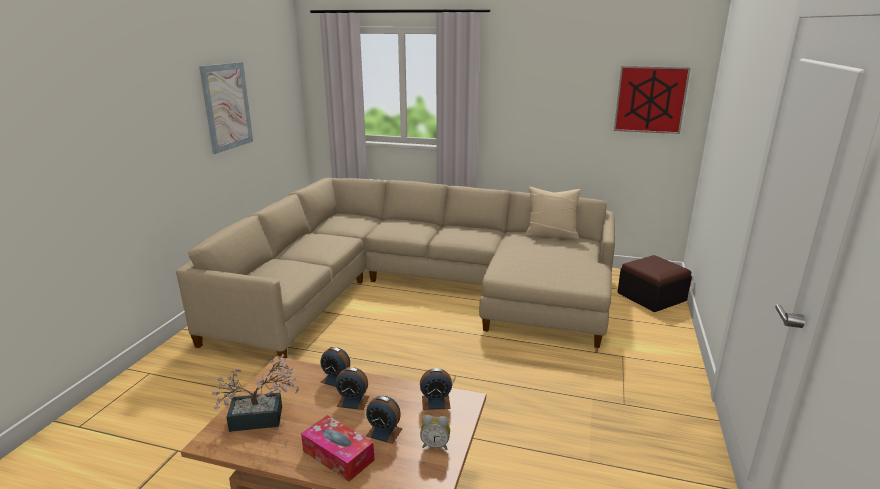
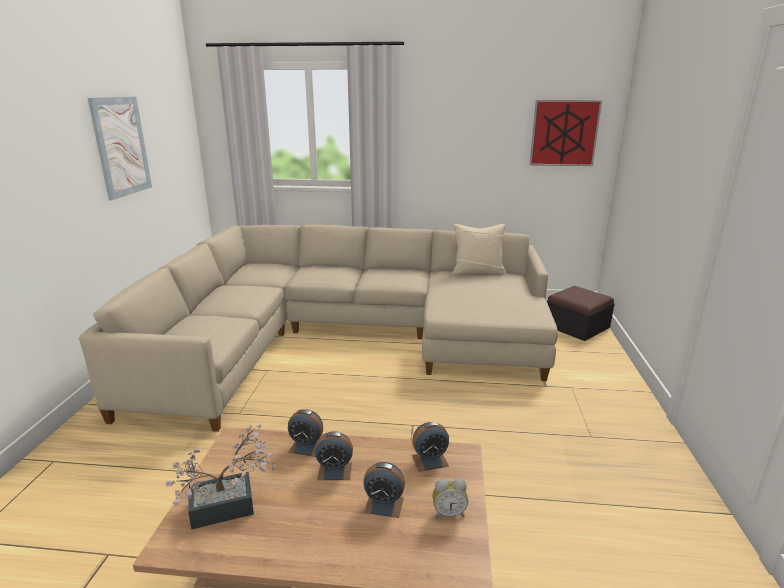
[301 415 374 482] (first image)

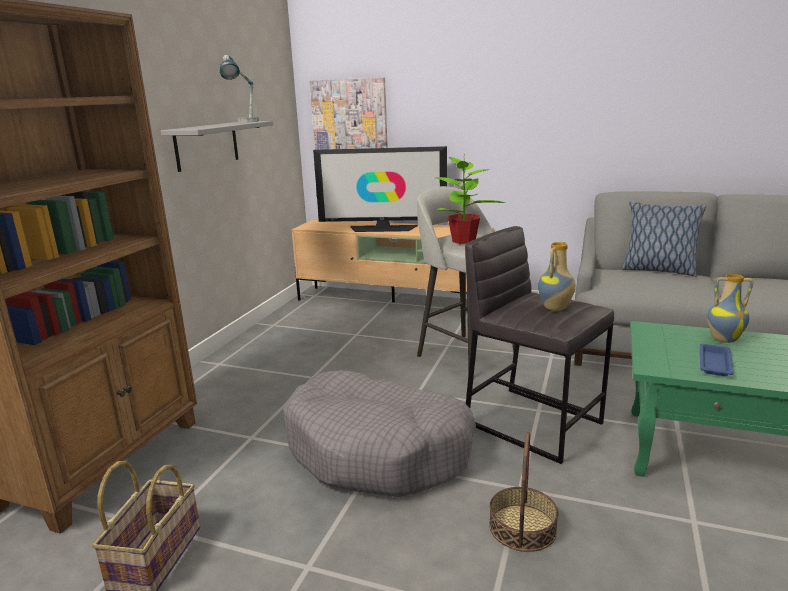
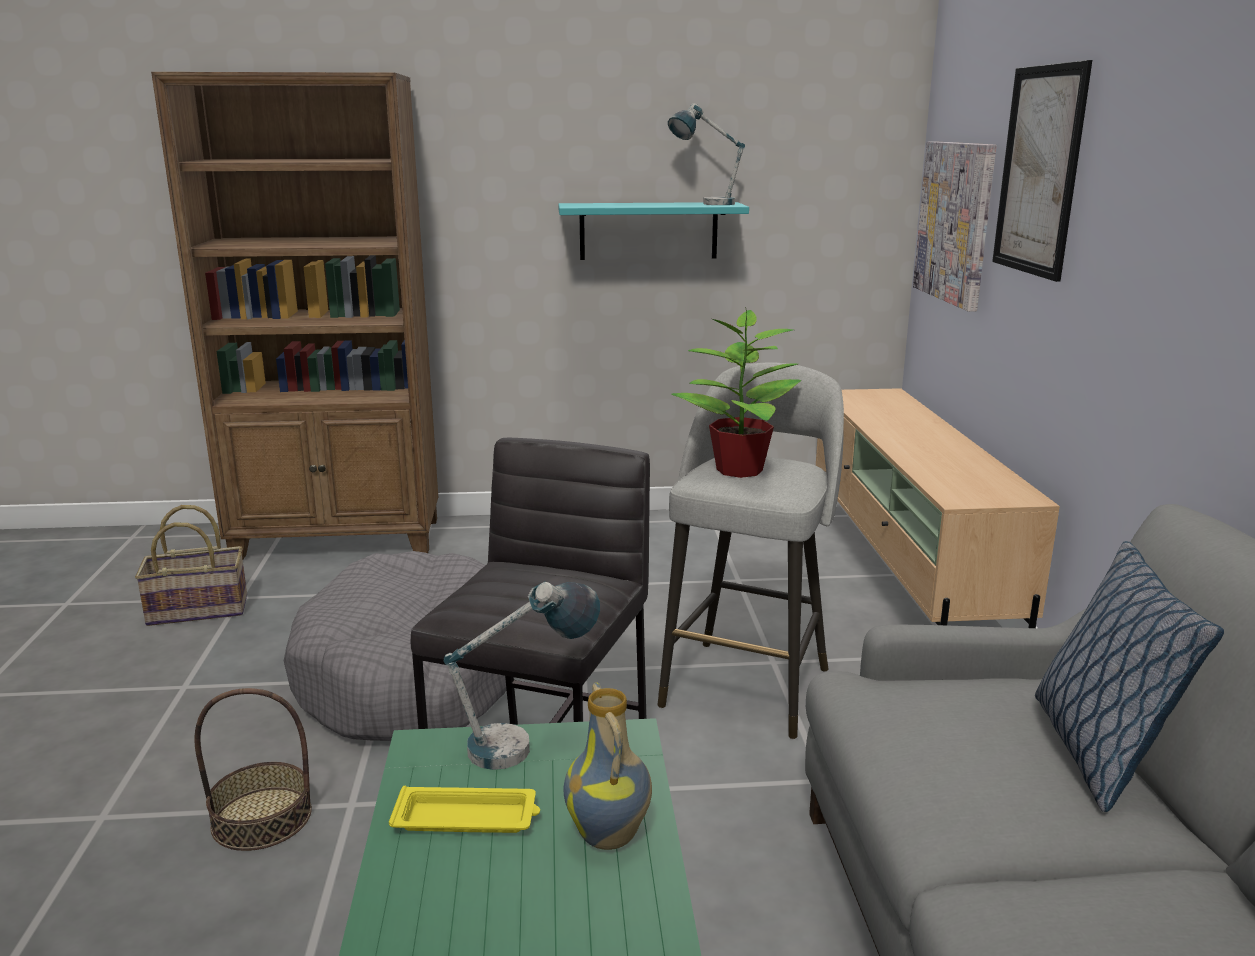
[313 146 447 232] (first image)
[538 242 576 311] (first image)
[444 581 600 770]
[992 60 1092 282]
[558 202 749 260]
[389 786 540 833]

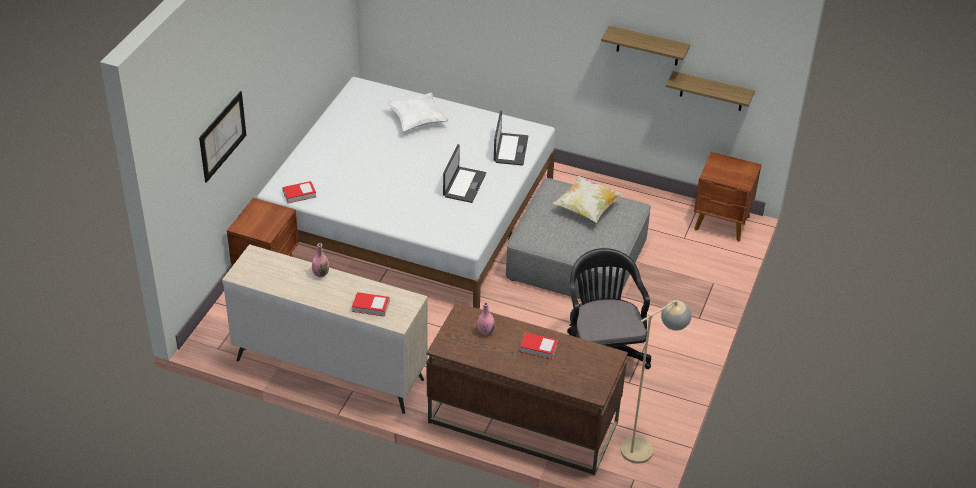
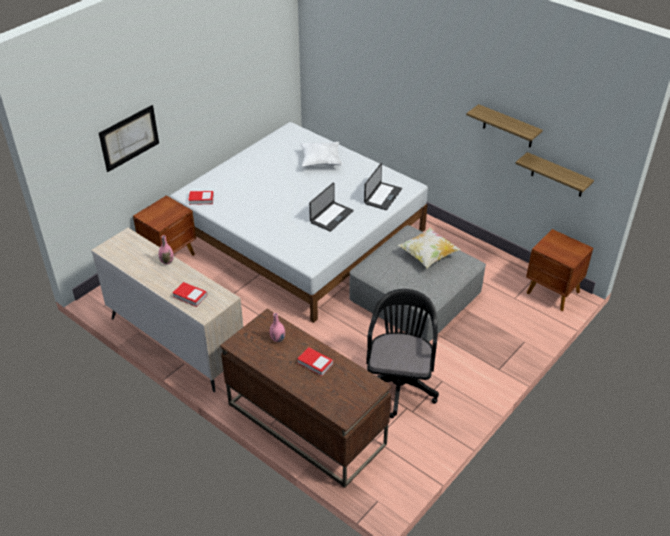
[620 300 692 464] (first image)

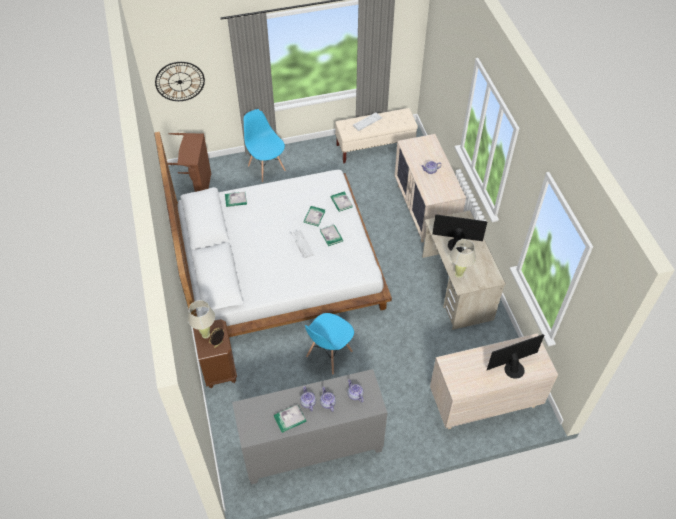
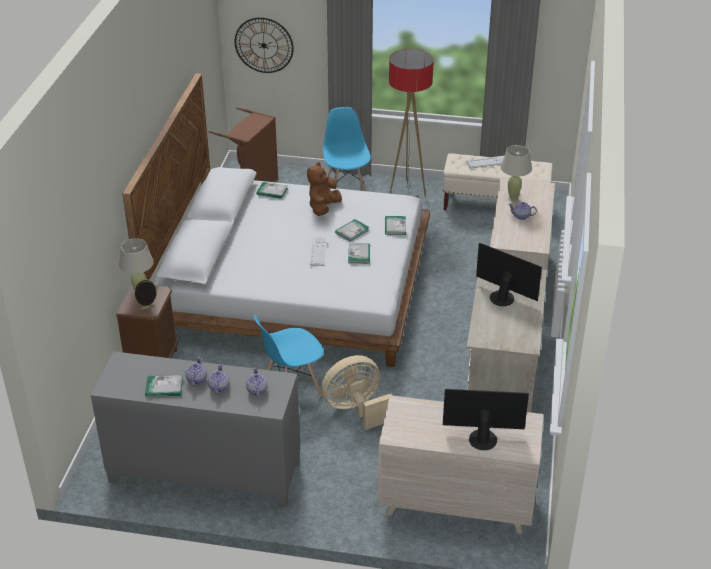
[307 162 342 216]
[321 355 393 430]
[389 49 434 198]
[501 145 532 201]

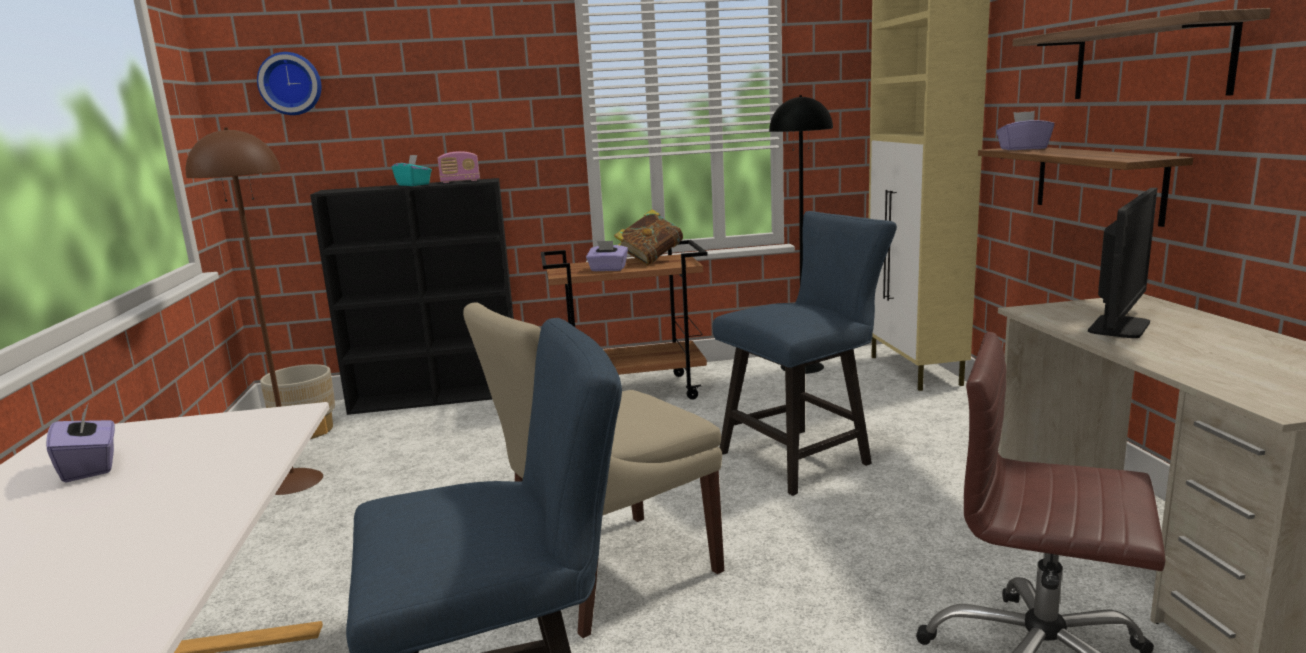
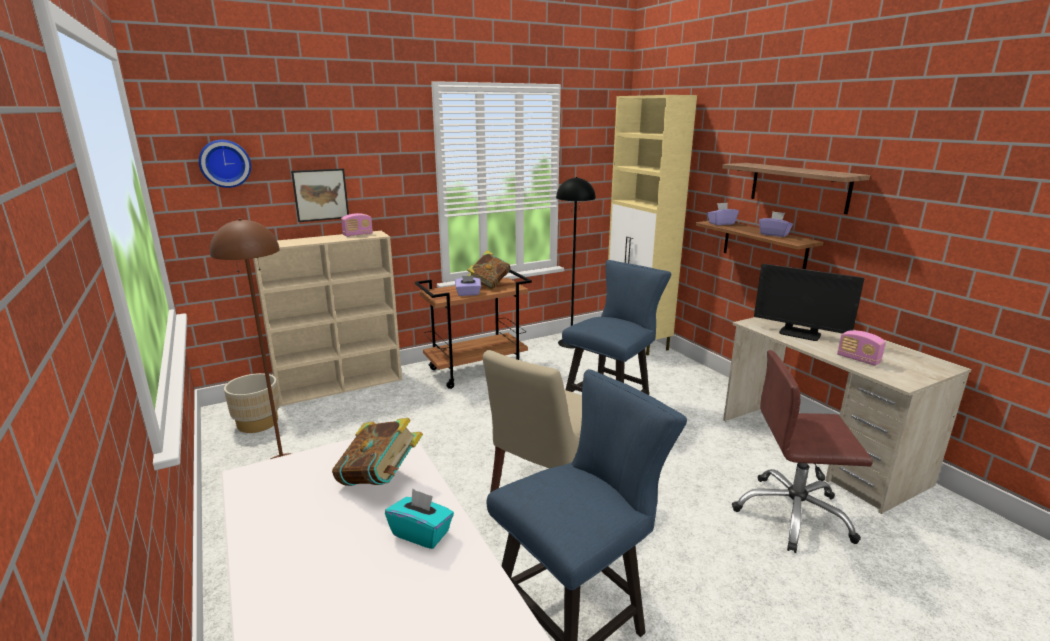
[291 168 349 222]
[332 418 423 486]
[837 330 886 366]
[759 212 793 237]
[385 488 454 549]
[253 231 402 406]
[754 264 864 341]

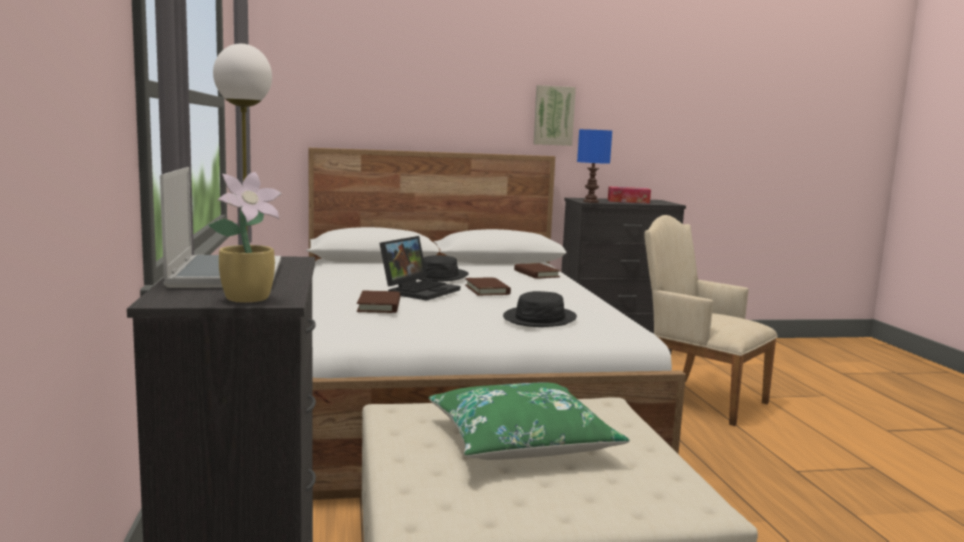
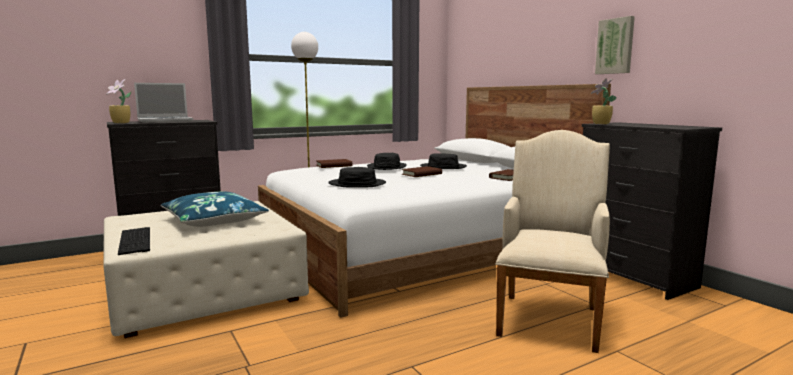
[608 187 651 203] (first image)
[118 227 150 255]
[367 153 407 170]
[591 78 617 124]
[161 192 269 227]

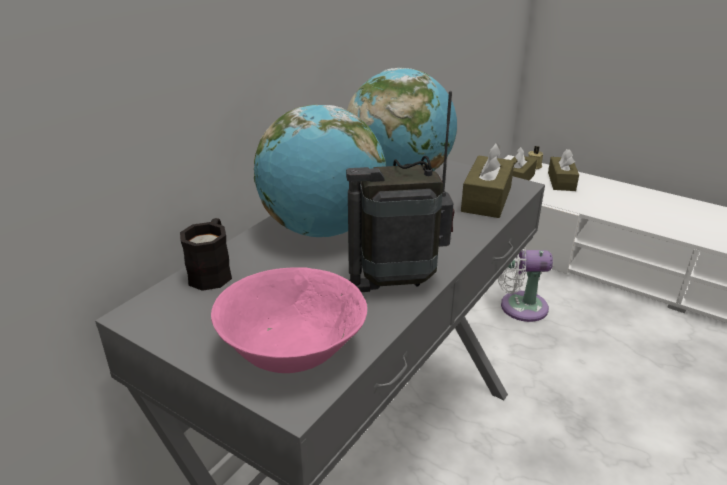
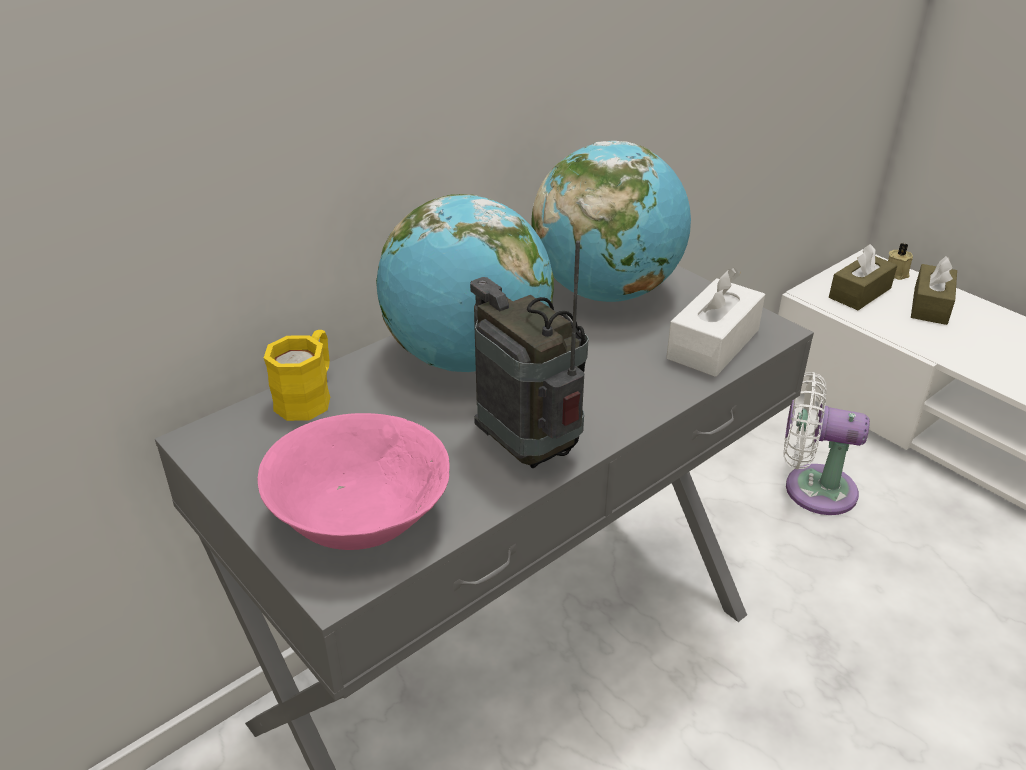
[264 330 330 421]
[666 268 765 377]
[470 240 589 468]

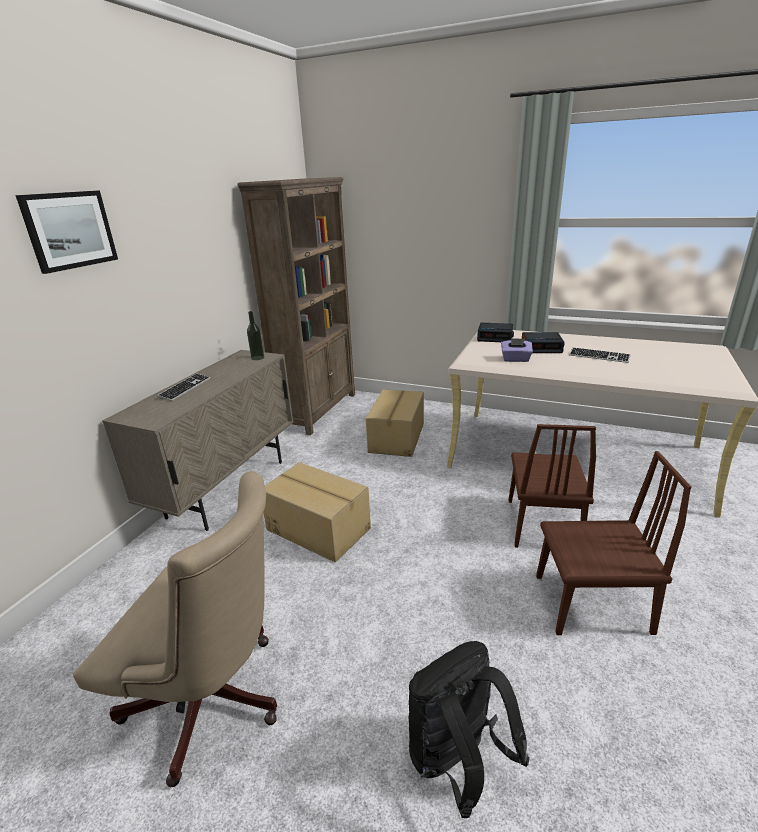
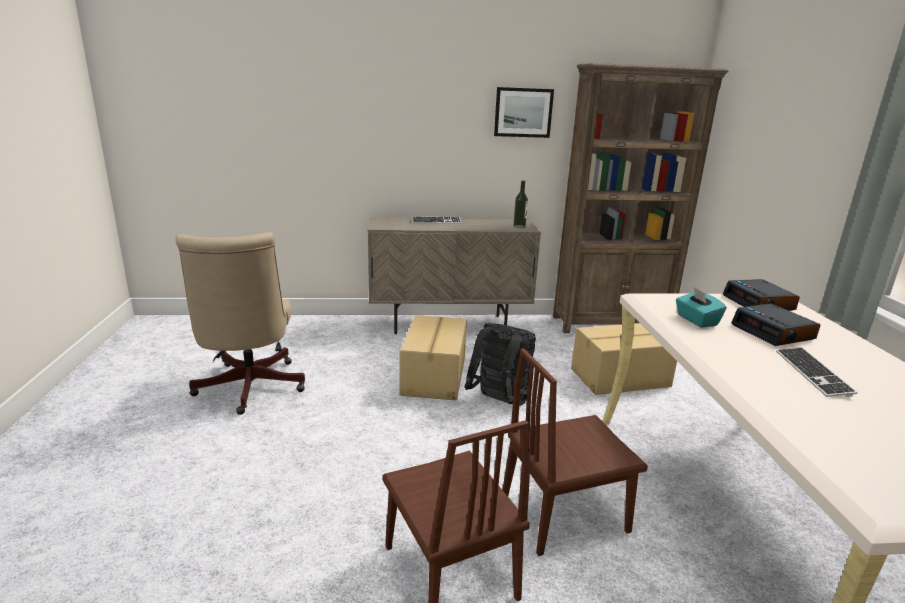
[494 87 554 138]
[465 323 536 405]
[676 287 727 328]

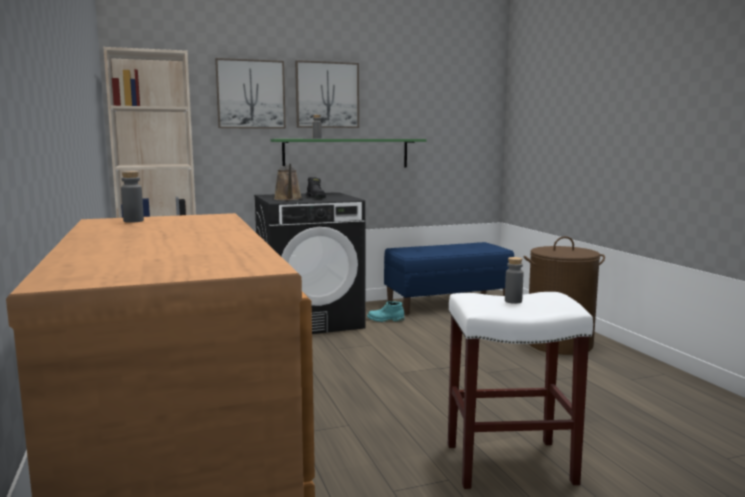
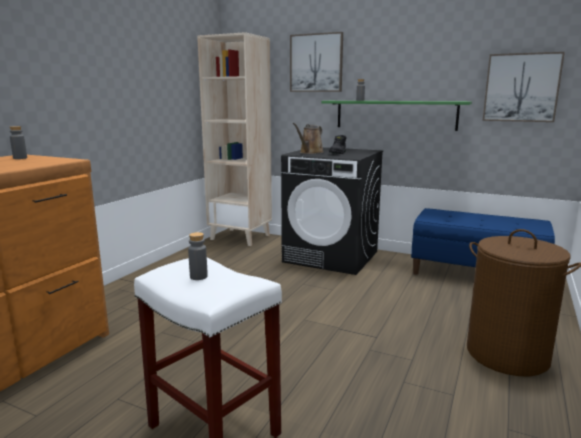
[367 301 404 322] (first image)
[483 52 565 122]

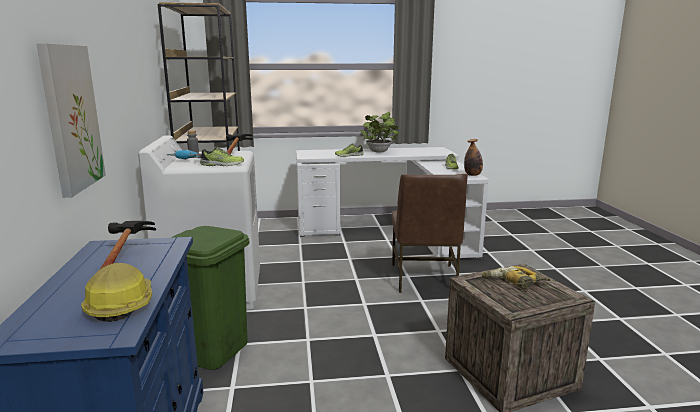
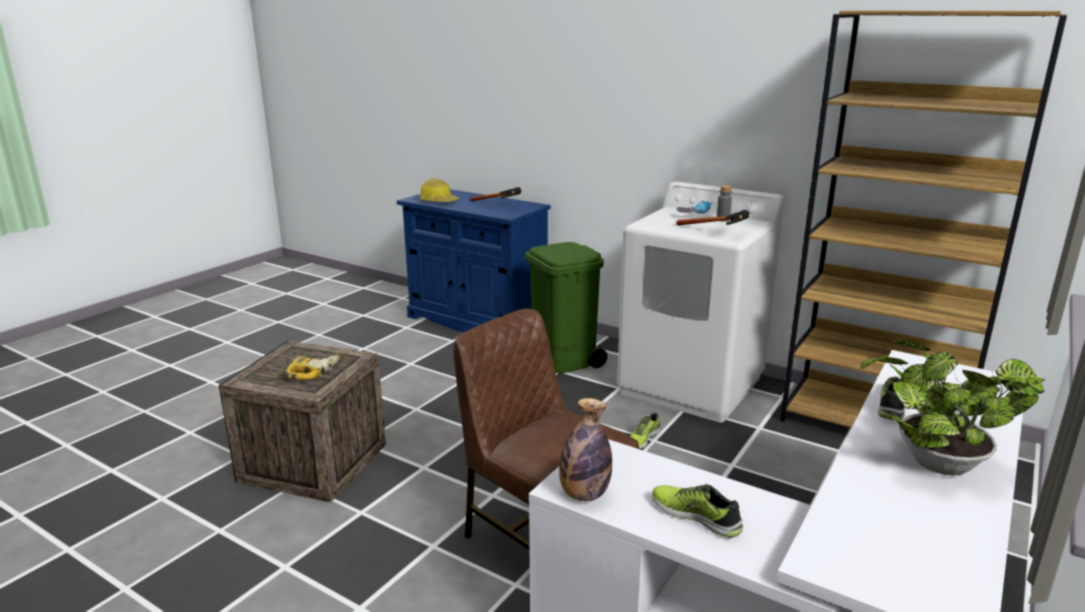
[36 43 106 198] (first image)
[630 413 660 449]

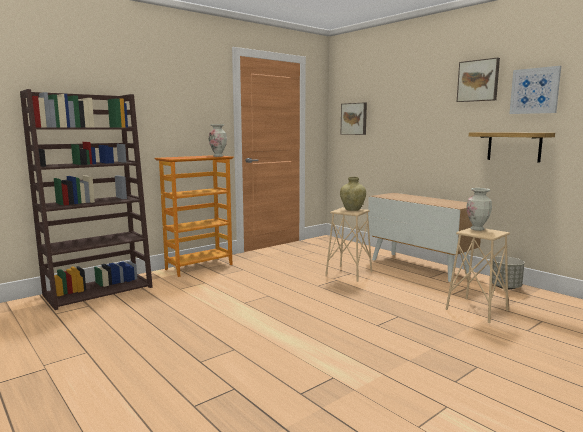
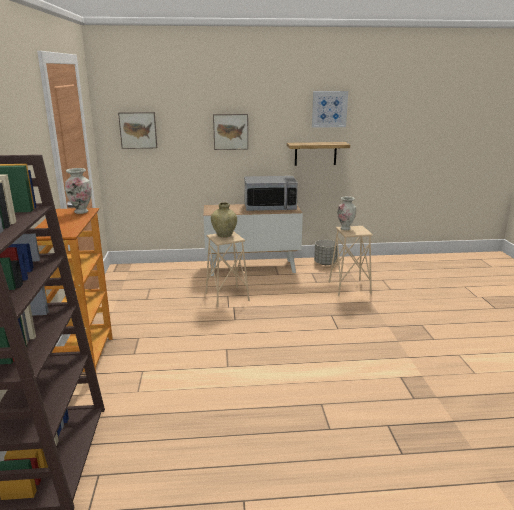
[244 176 298 211]
[213 114 248 150]

